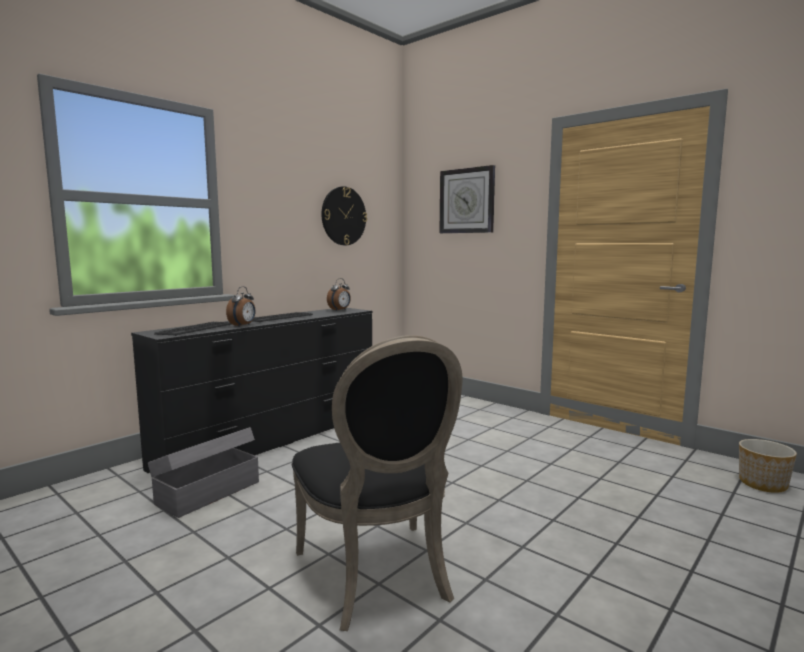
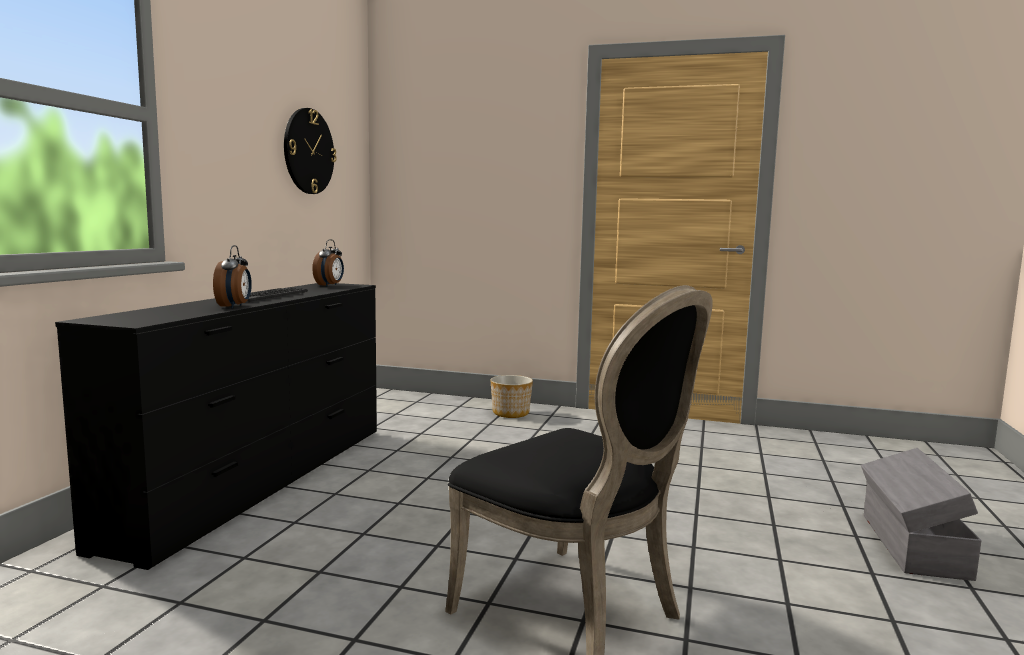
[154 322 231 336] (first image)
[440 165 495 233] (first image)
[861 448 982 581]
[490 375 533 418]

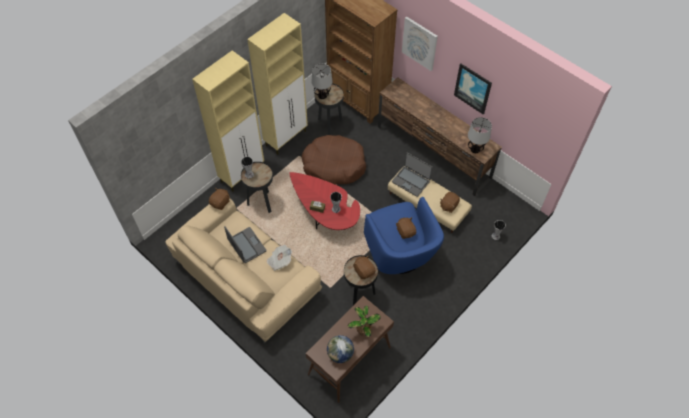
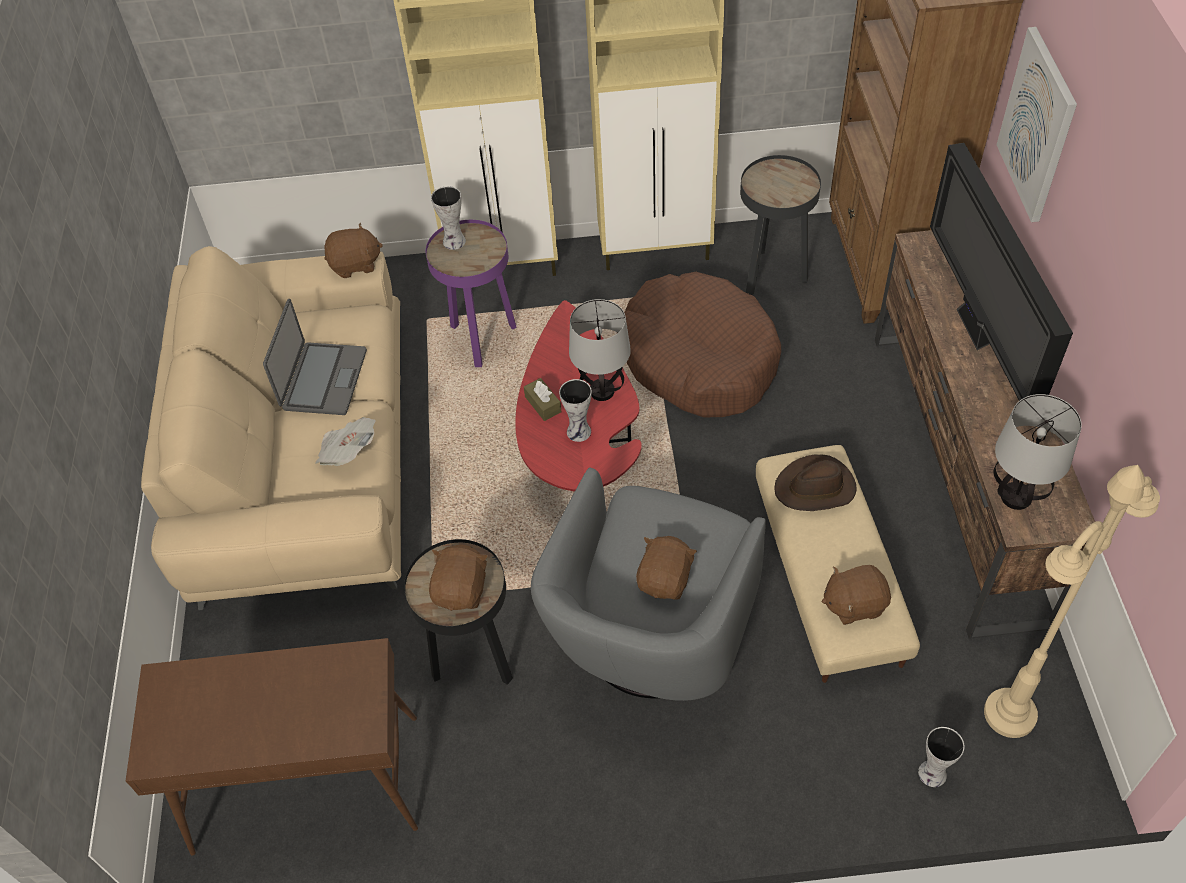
[327 335 354 363] (first image)
[347 305 380 337] (first image)
[454 63 492 115] (first image)
[930 143 1073 401]
[984 465 1160 738]
[569 299 631 401]
[774 454 857 511]
[426 220 517 367]
[531 468 766 701]

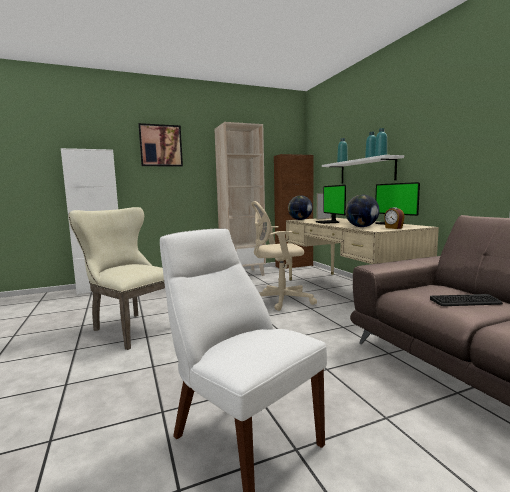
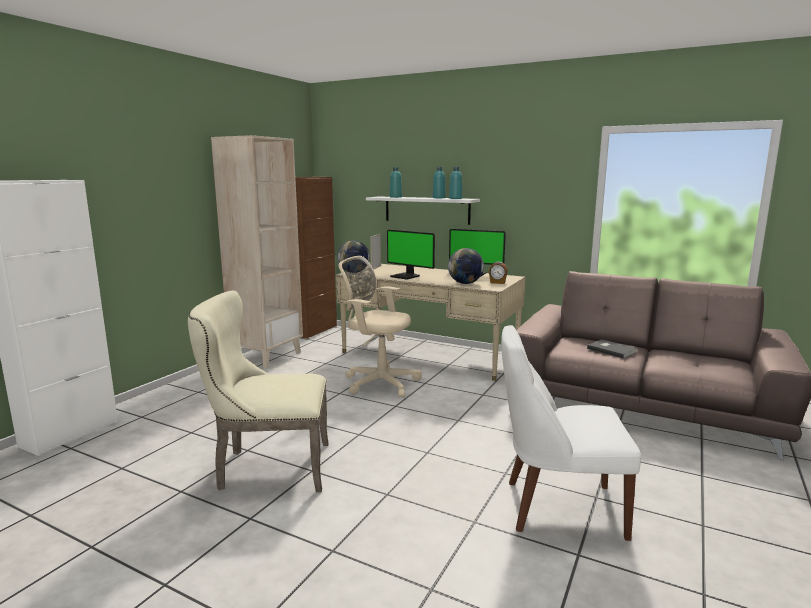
[138 123 183 167] (first image)
[587 339 638 358]
[338 256 422 398]

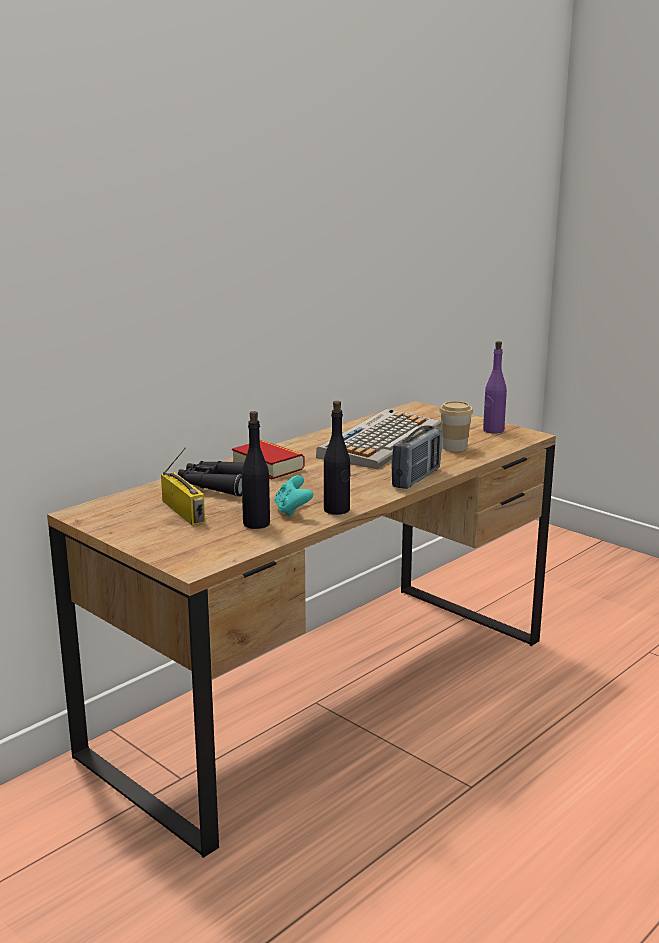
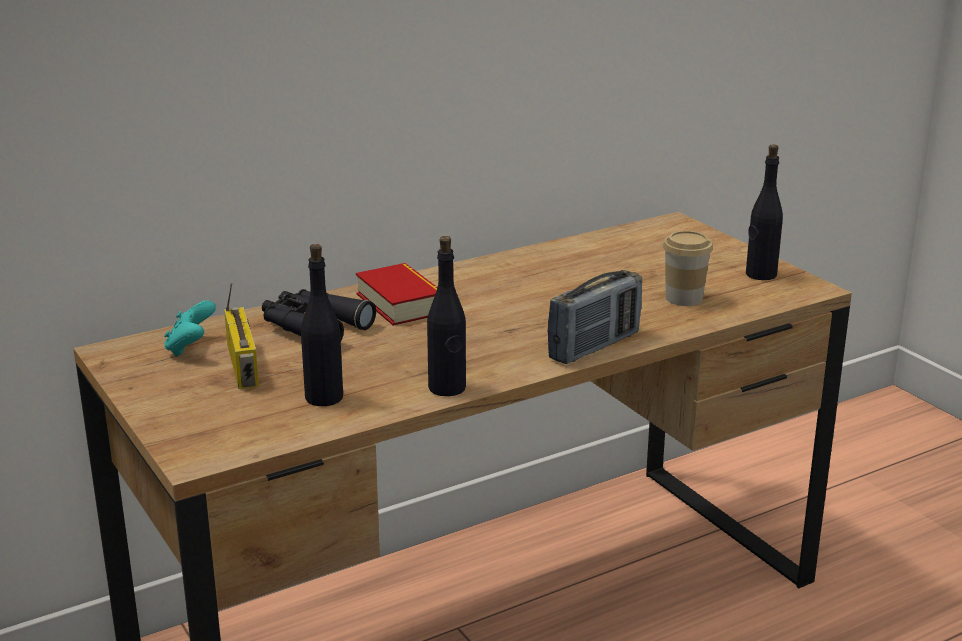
[316 409 441 469] (first image)
[164 300 216 357]
[746 144 783 280]

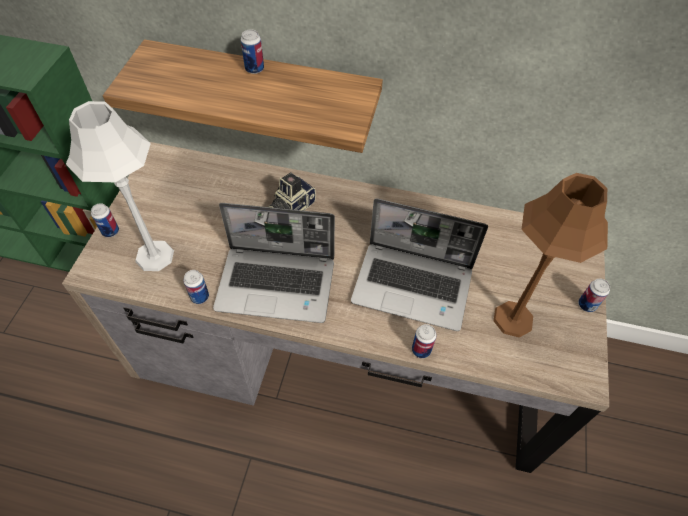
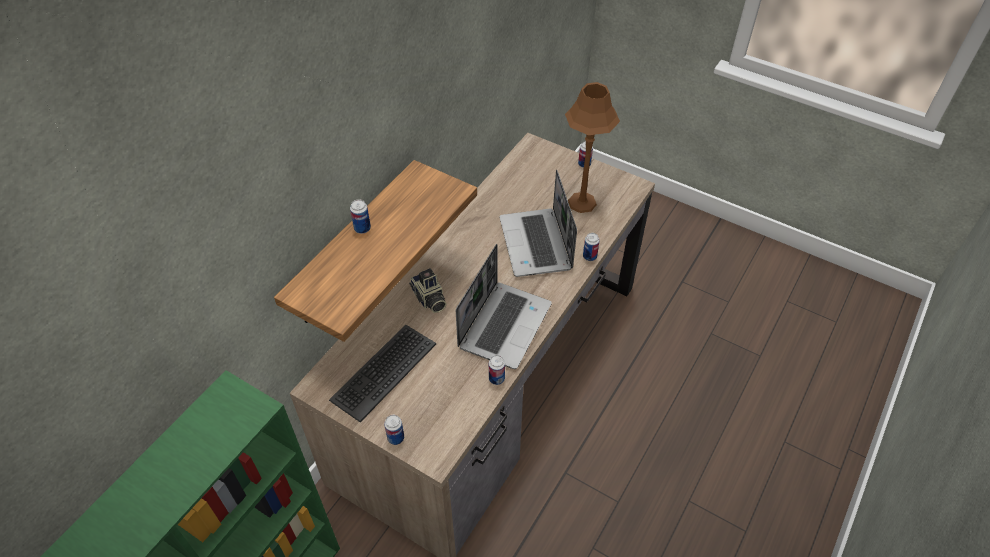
[66 101 174 271] (first image)
[329 325 436 422]
[499 170 577 277]

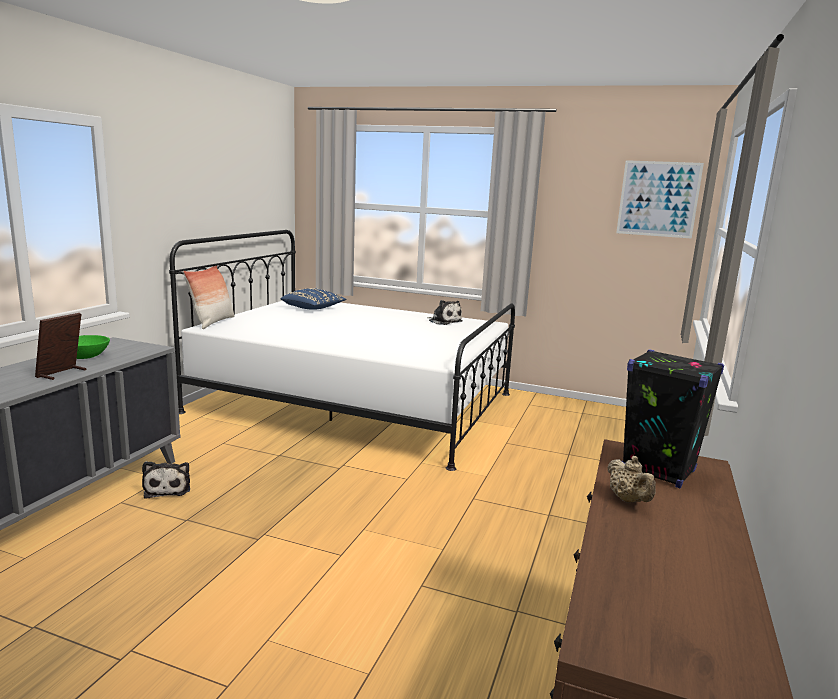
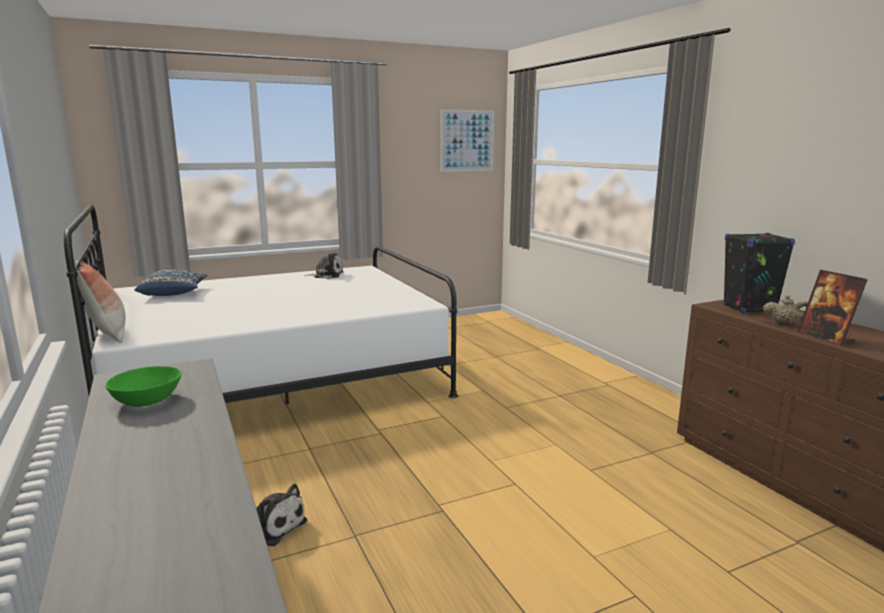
[798 270 868 346]

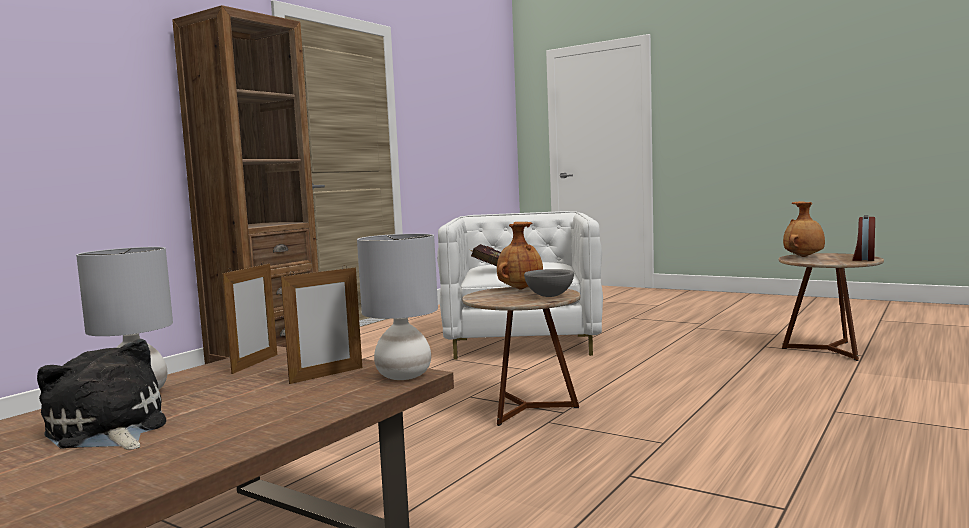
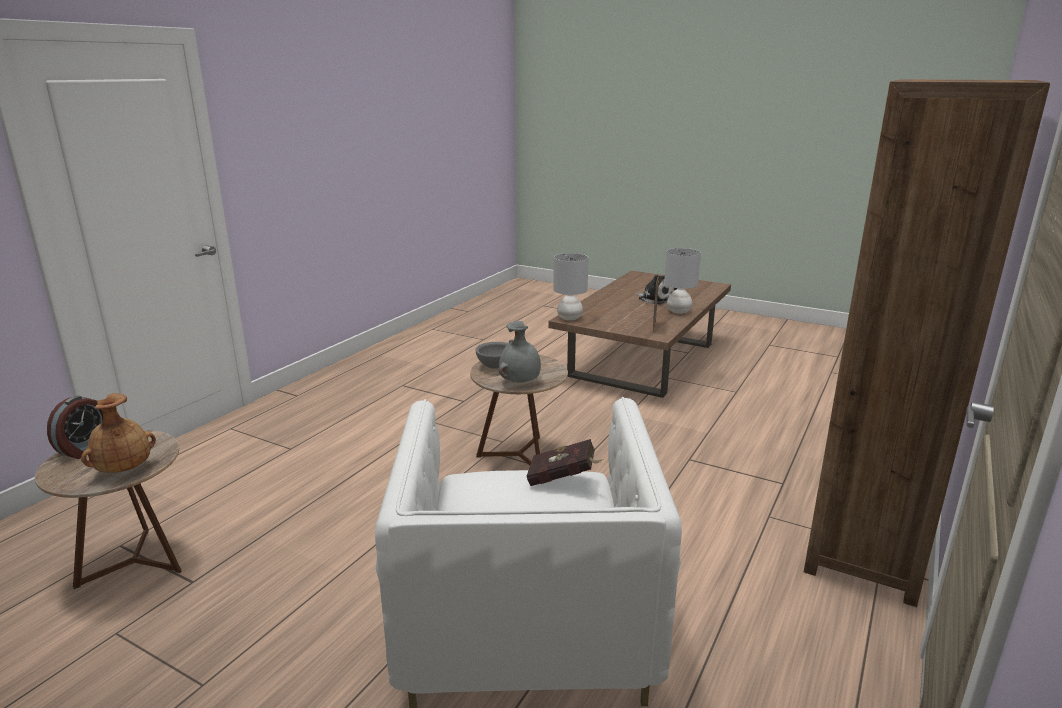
[281 265 362 384] (first image)
[499 321 541 383]

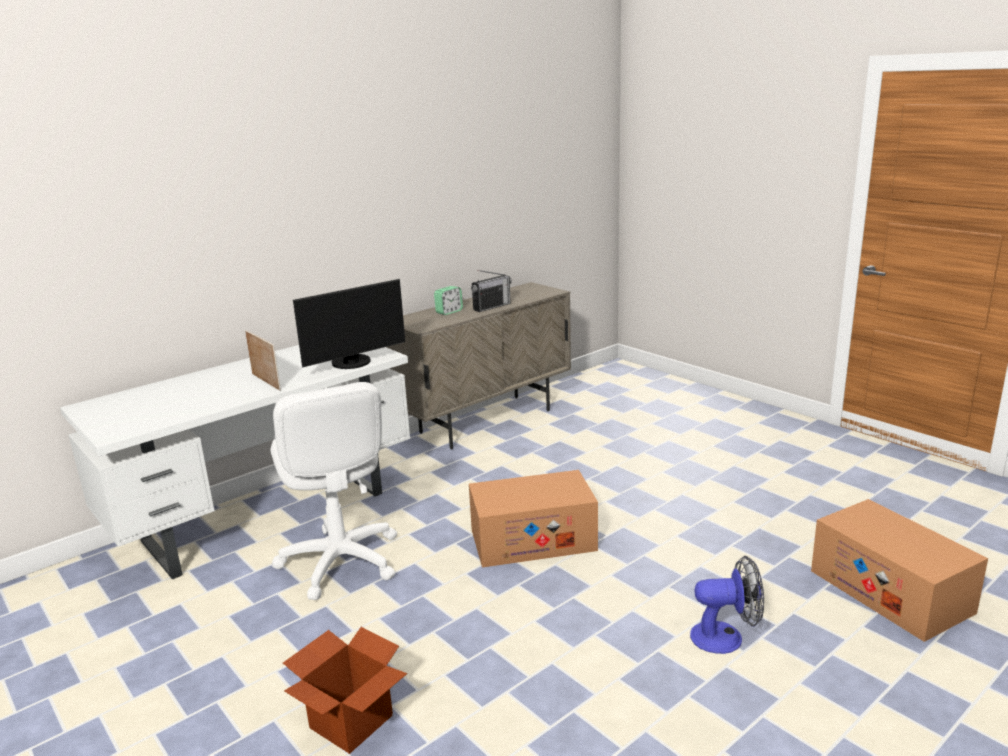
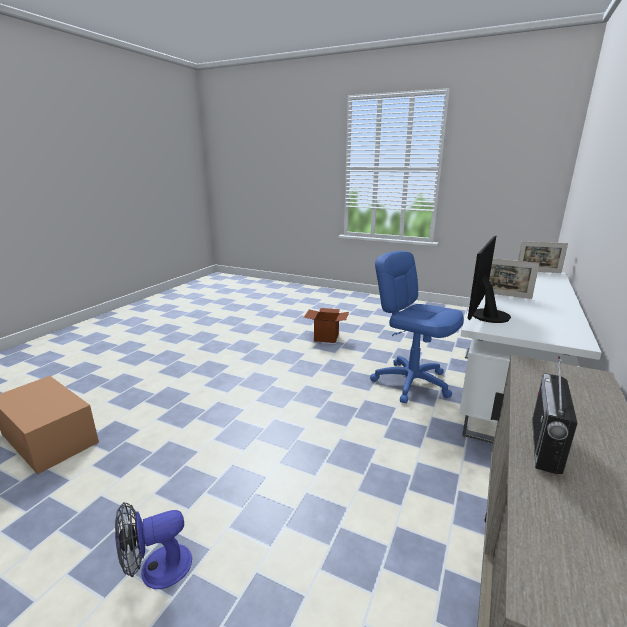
[434 286 463 315] (first image)
[469 470 598 568] (first image)
[518 241 568 273]
[115 502 192 589]
[370 251 464 403]

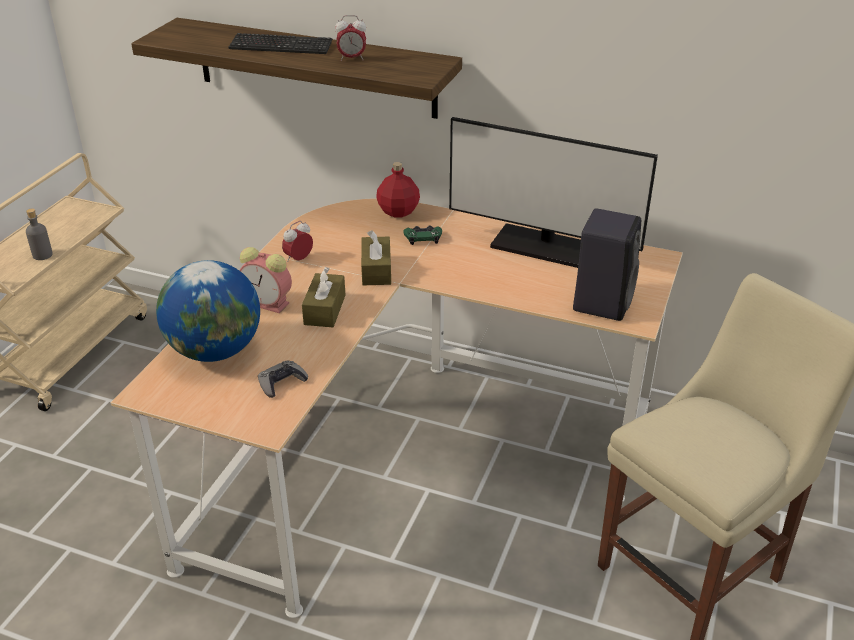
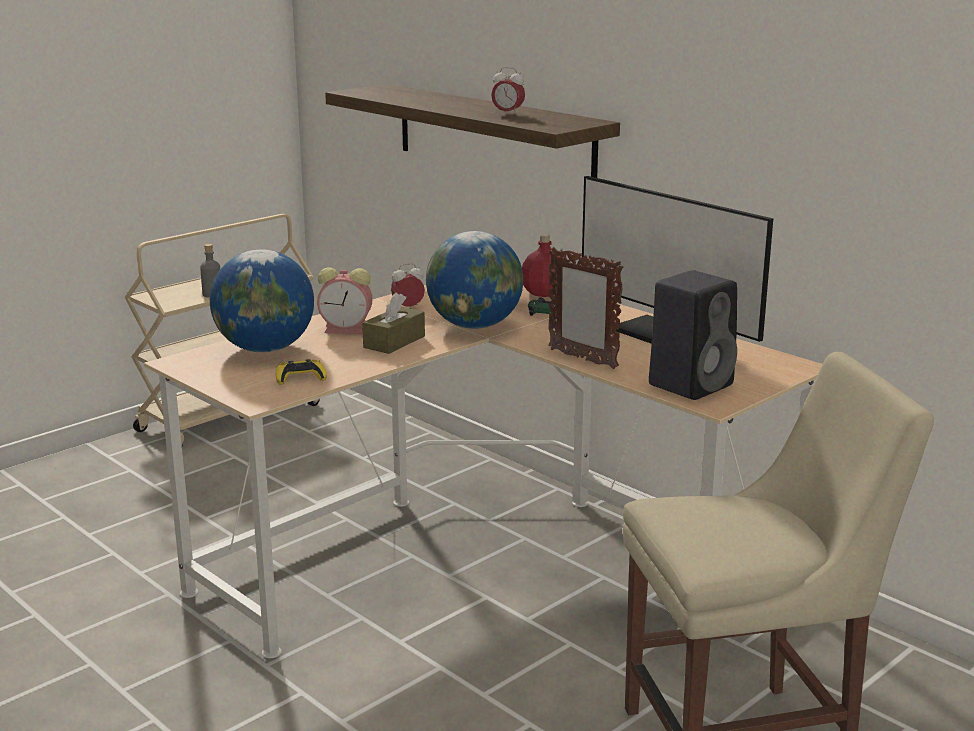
[228 33 333 54] (first image)
[549 247 623 369]
[426 231 523 329]
[276 359 327 385]
[317 267 373 334]

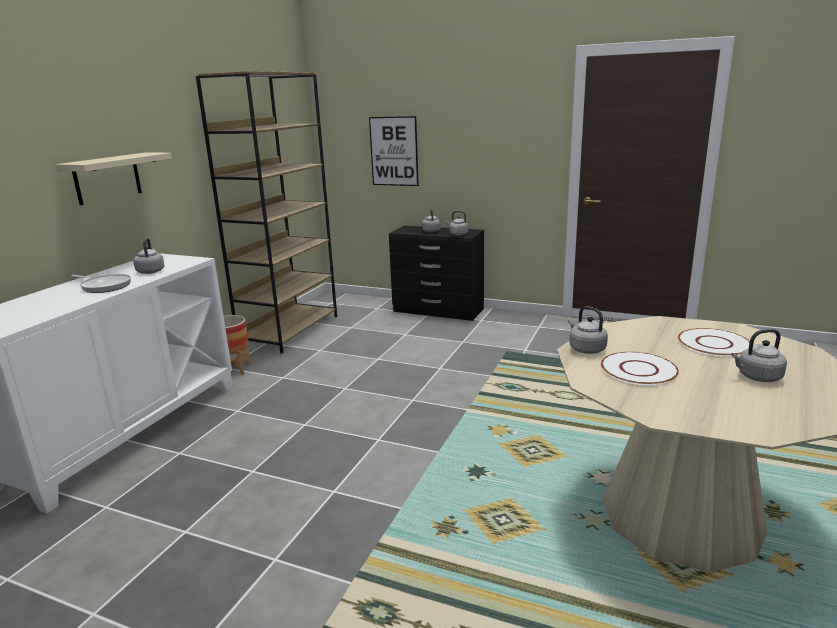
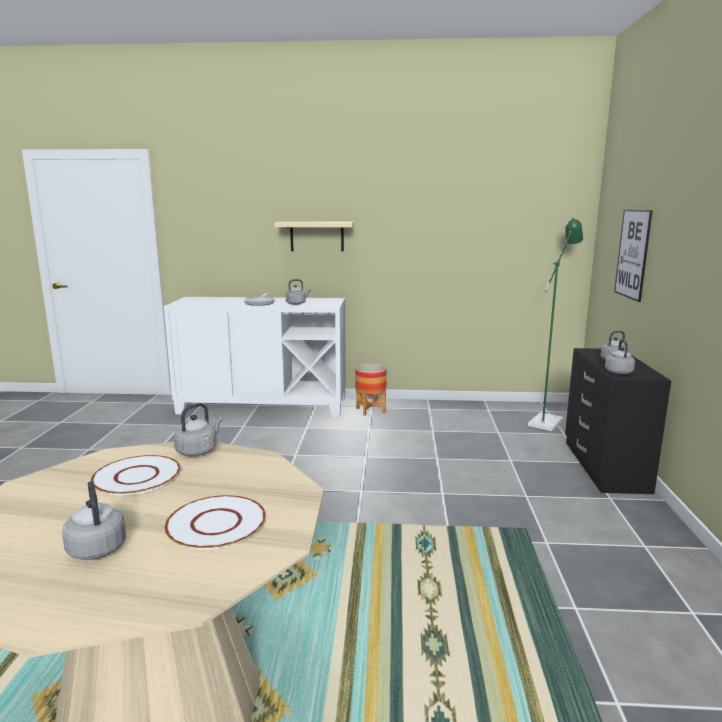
[196 71 337 354] (first image)
[528 218 583 431]

